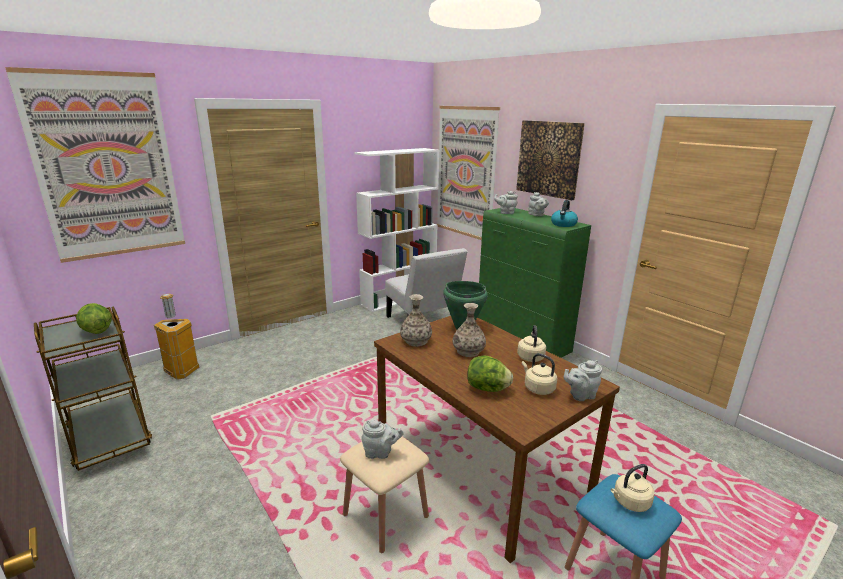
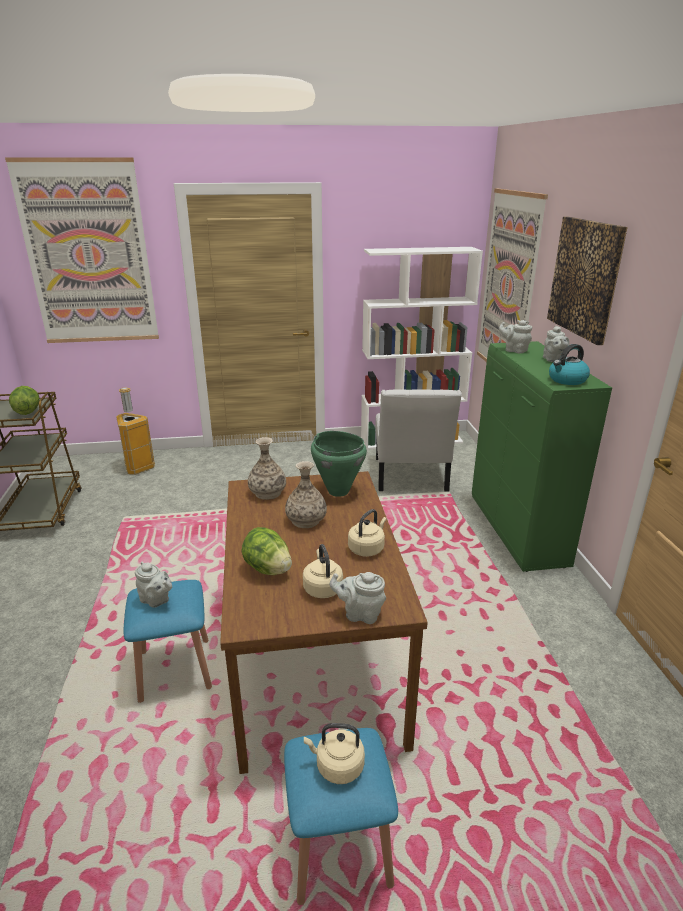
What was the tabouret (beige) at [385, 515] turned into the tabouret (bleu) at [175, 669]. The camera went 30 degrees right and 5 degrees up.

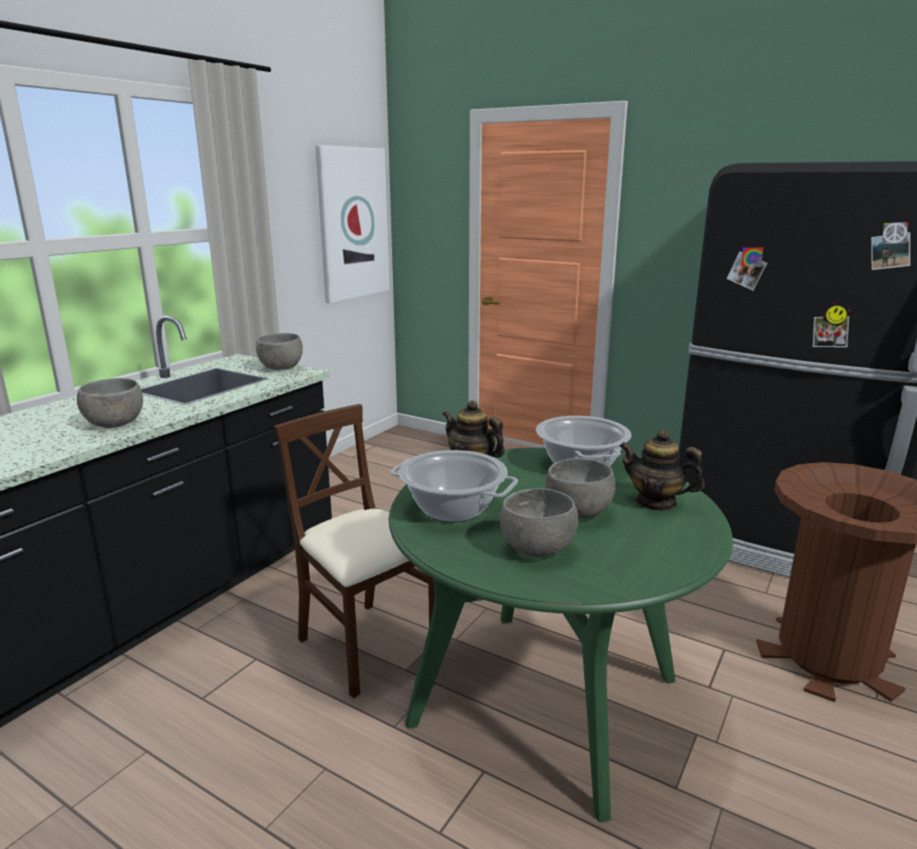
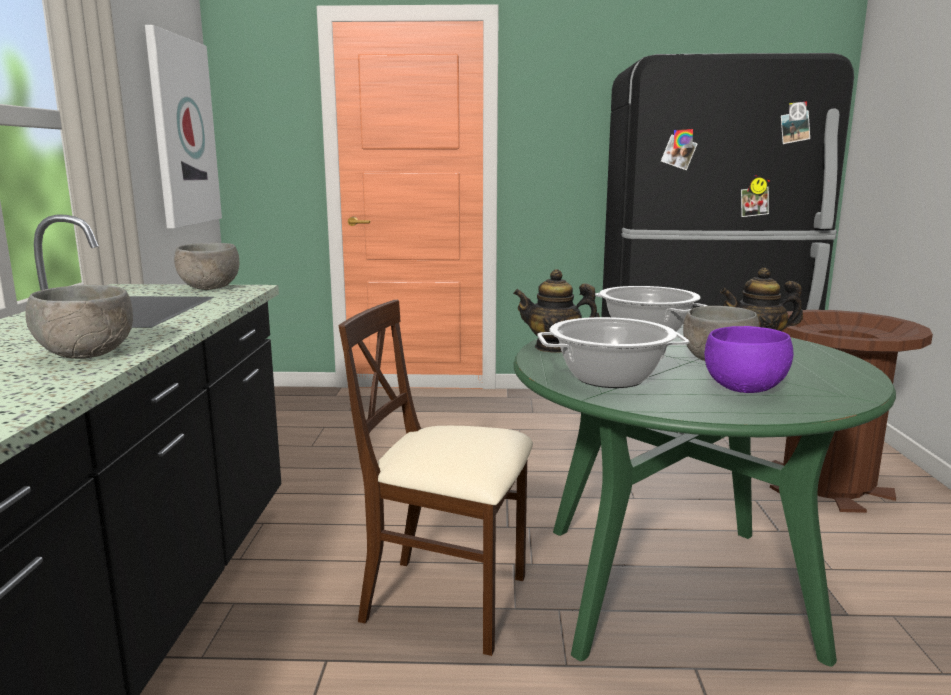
What was the bol (gris) at [537, 549] turned into the bol (violet) at [743, 389]. The camera went 30 degrees left and 5 degrees down.

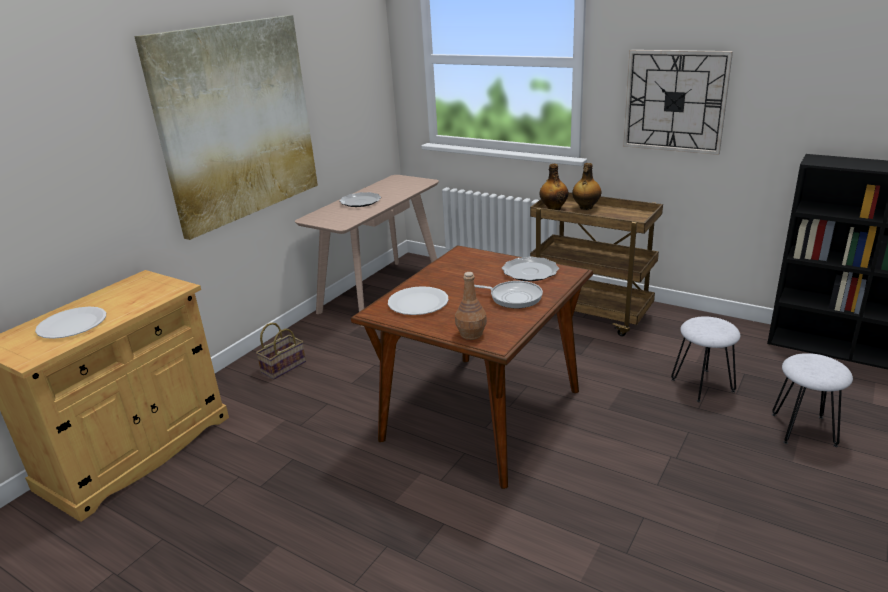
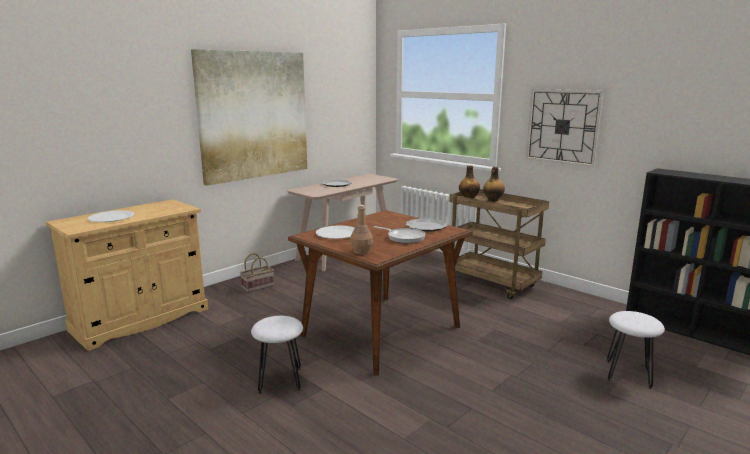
The tabouret (blanc) ended up elsewhere, having gone from [702, 385] to [279, 380]. The camera went 10 degrees right and 10 degrees down.

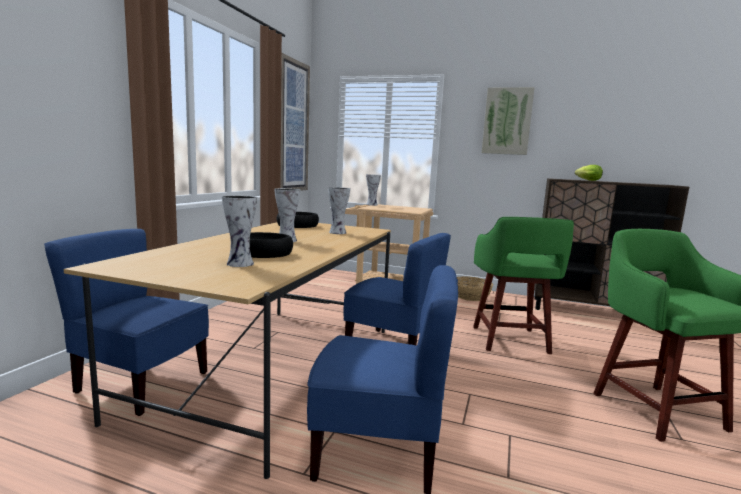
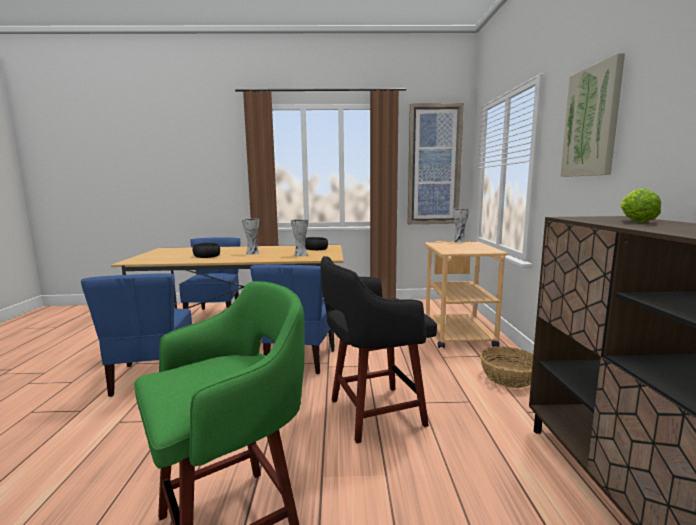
The second view lost the vase at [241, 264]. What was the tabouret (vert) at [510, 341] turned into the tabouret (noir) at [373, 413]. The camera went 70 degrees right and 0 degrees up.

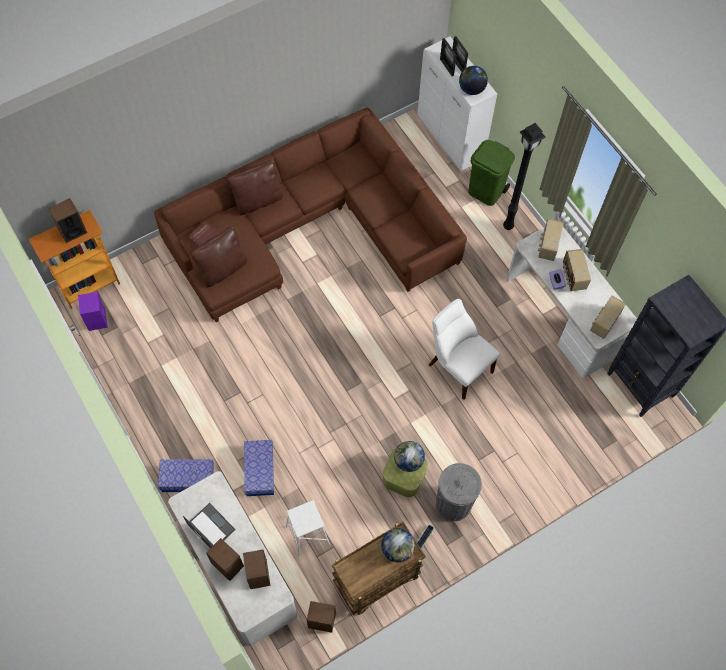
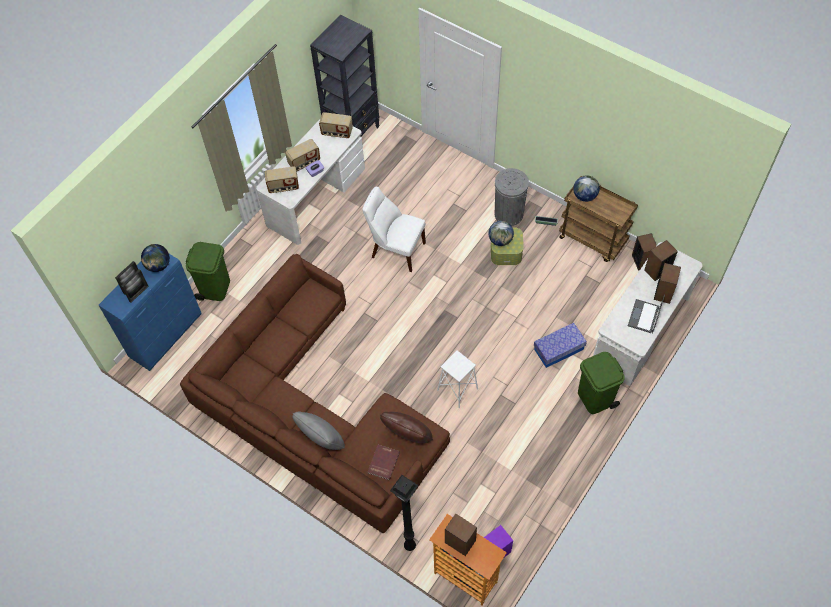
The tabouret (blanc) ended up elsewhere, having gone from [307, 535] to [457, 389]. The lampadaire (noir) ended up elsewhere, having gone from [508, 225] to [408, 546]. Where the boîte de rangement stood at [188, 479], the poubelle (vert) came to stand at [595, 398]. What was the coussin (marron) at [258, 200] turned into the coussin (gris) at [321, 440]. What was the meuble de rangement (blanc) at [450, 139] turned into the meuble de rangement (bleu) at [166, 335]. The chaise (blanc) at [458, 366] ended up facing another way, 90 degrees clockwise from before. The camera went 110 degrees left and 5 degrees down.

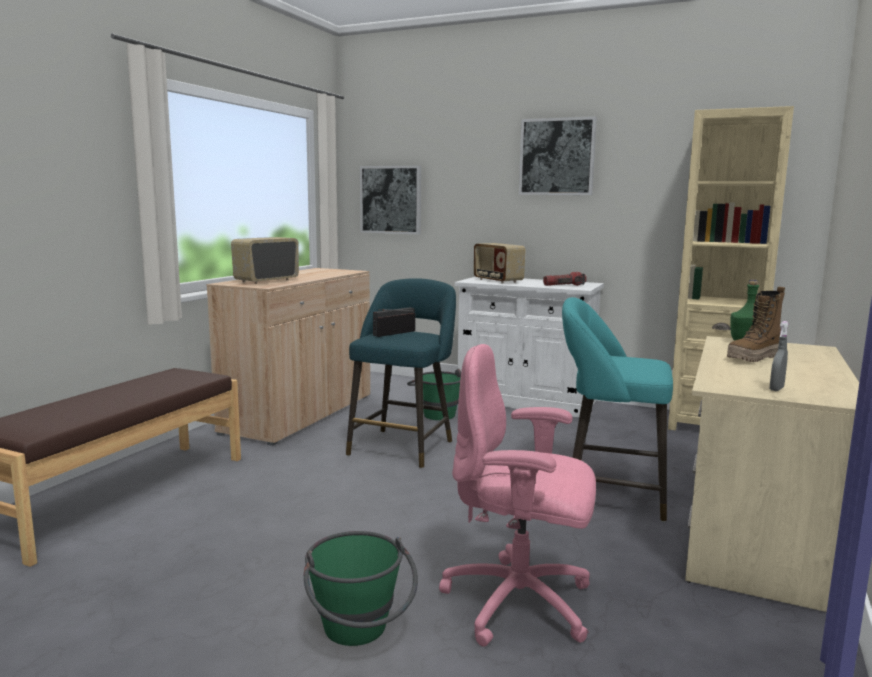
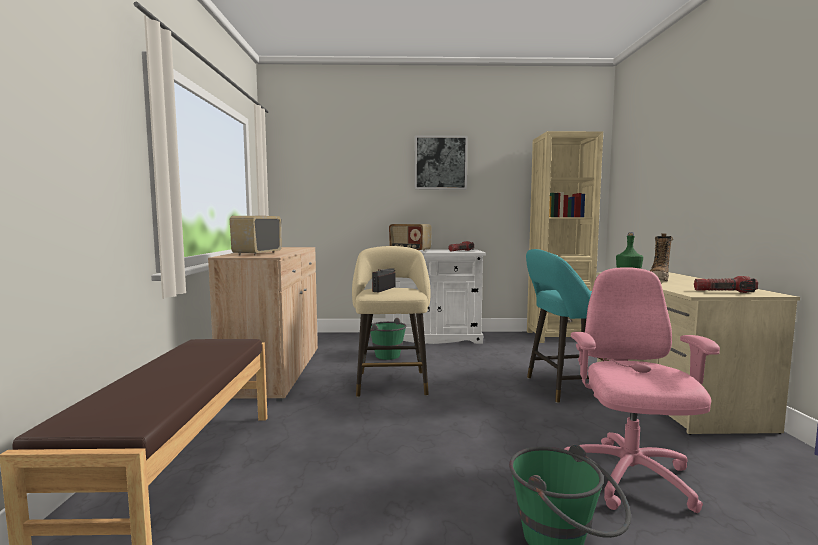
The second view lost the tableau at [391, 199]. Where the vaporisateur (gris) stood at [776, 389], the lampe de poche came to stand at [724, 292]. What was the tabouret (turquoise) at [403, 446] turned into the tabouret (beige) at [391, 382]. The chaise de bureau (rose) at [520, 603] ended up facing another way, 105 degrees clockwise from before. The camera went 25 degrees left and 5 degrees down.

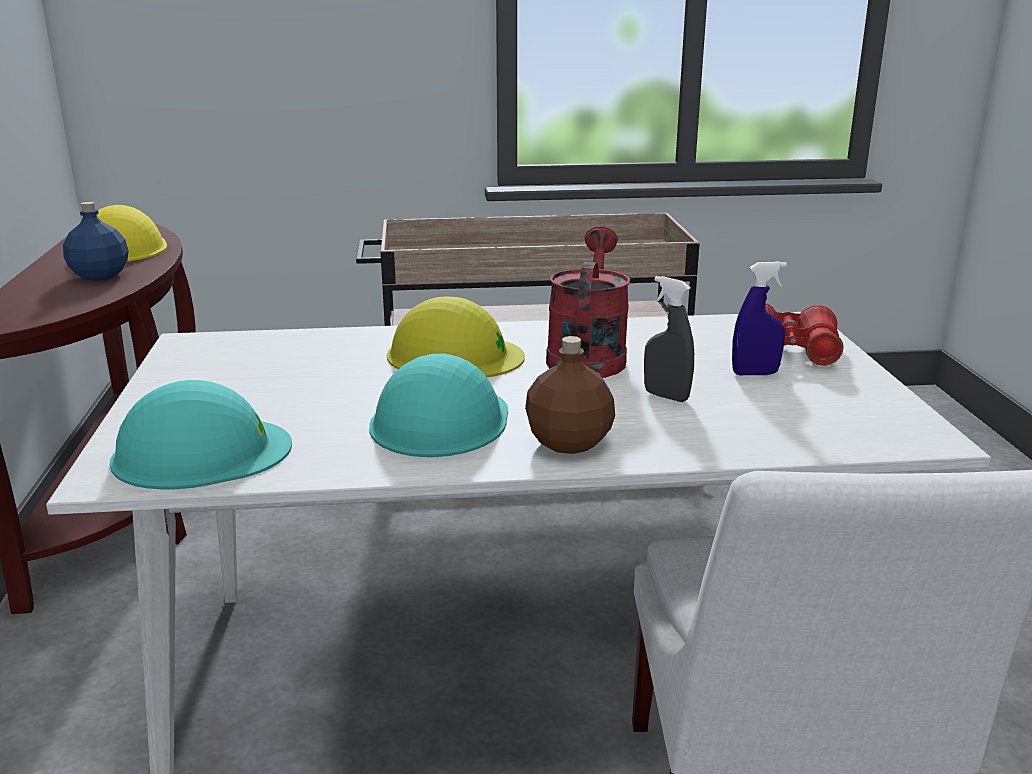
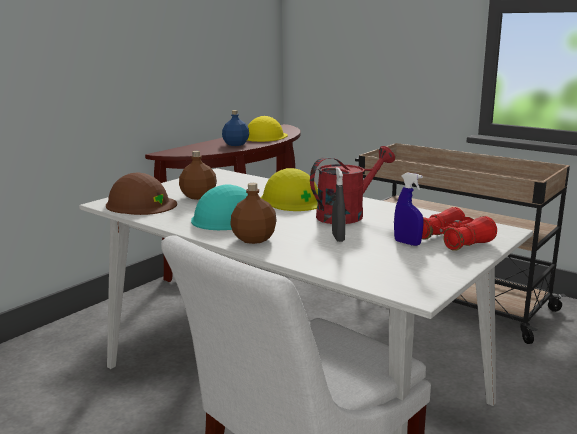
The second view gained the bouteille (marron) at [198, 196]. What was the casque de chantier (turquoise) at [201, 453] turned into the casque de chantier (marron) at [141, 204]. The camera went 45 degrees right and 5 degrees down.

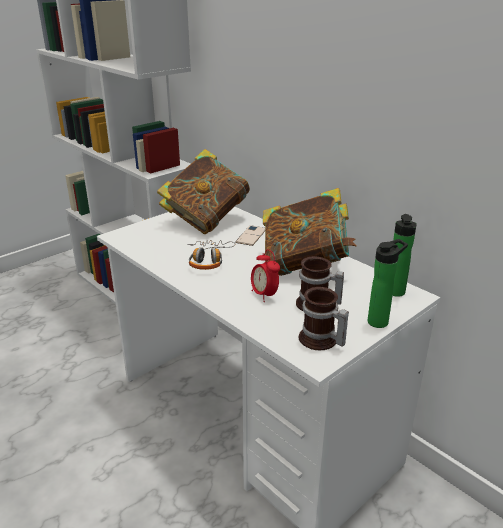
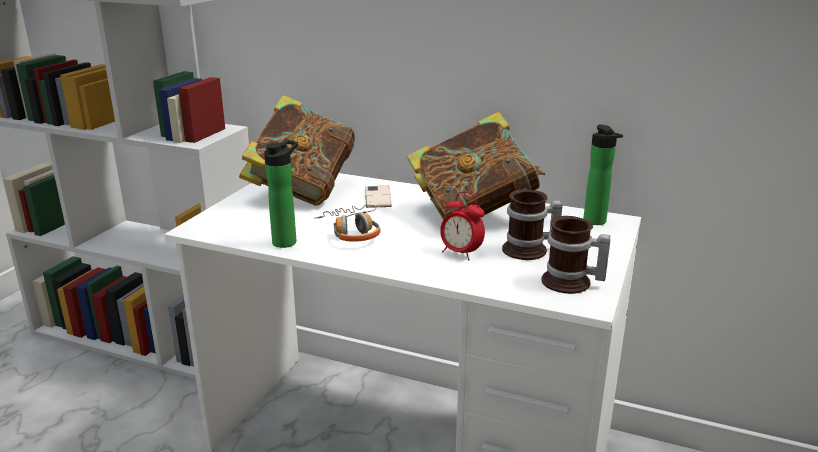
The bouteille ended up elsewhere, having gone from [380, 321] to [287, 241]. The camera went 25 degrees left and 5 degrees down.

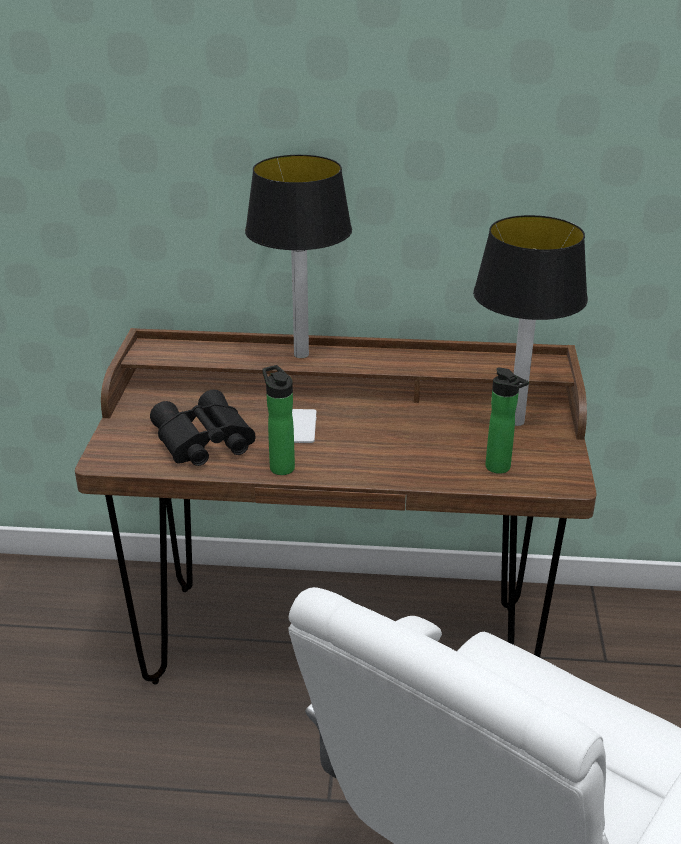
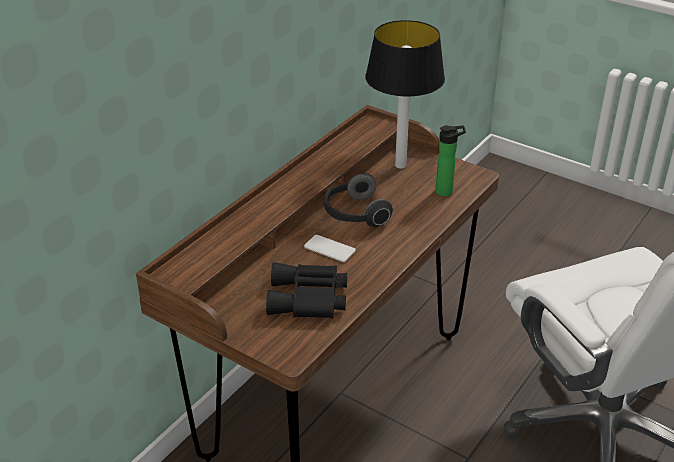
The second view lost the lampe de table at [302, 355]. The second view lost the bouteille at [280, 466]. The second view gained the casque audio at [354, 214]. The camera went 60 degrees left and 5 degrees up.

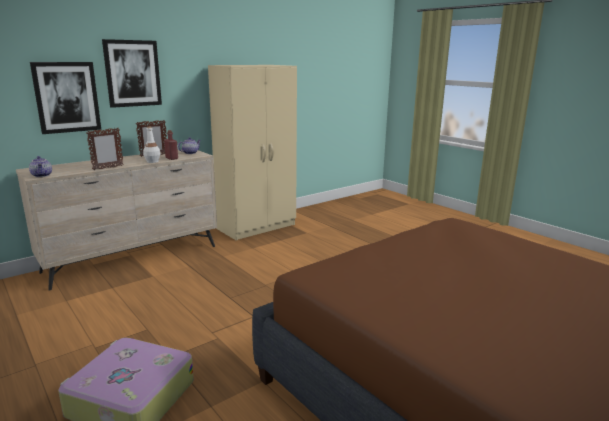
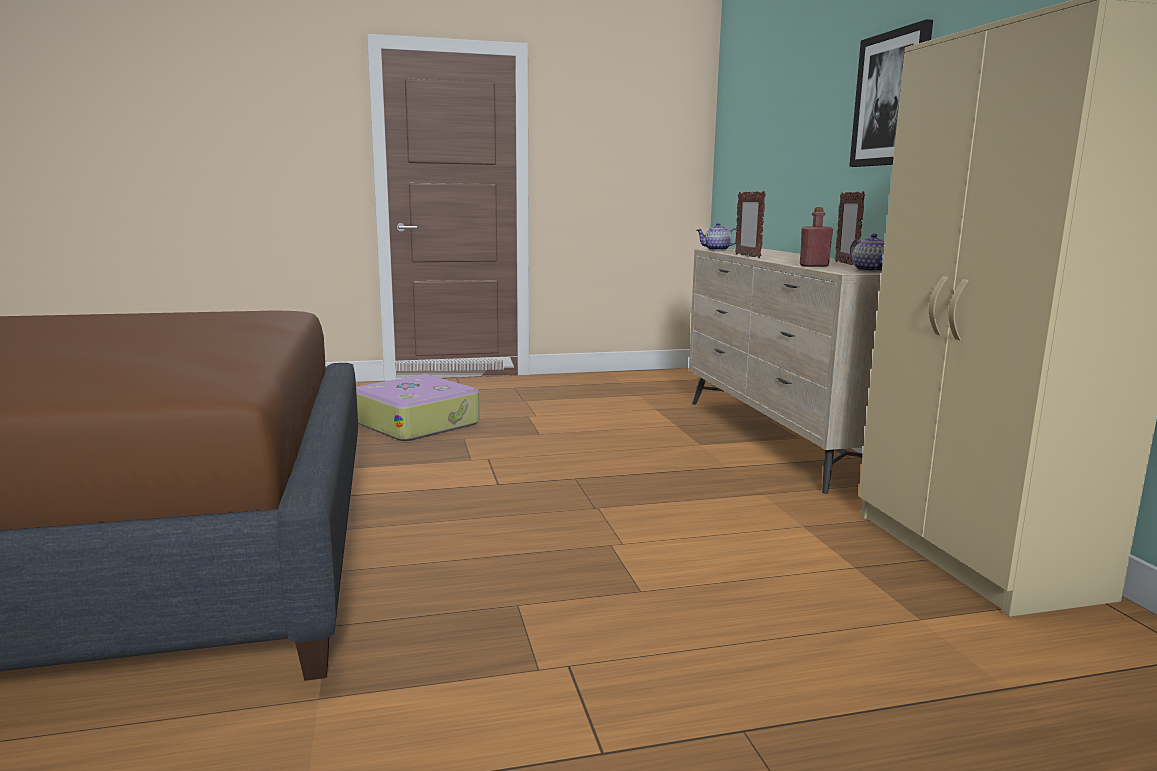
The second view lost the tableau at [67, 97]. The second view lost the bouteille (blanc) at [152, 161]. The camera went 115 degrees right and 5 degrees down.

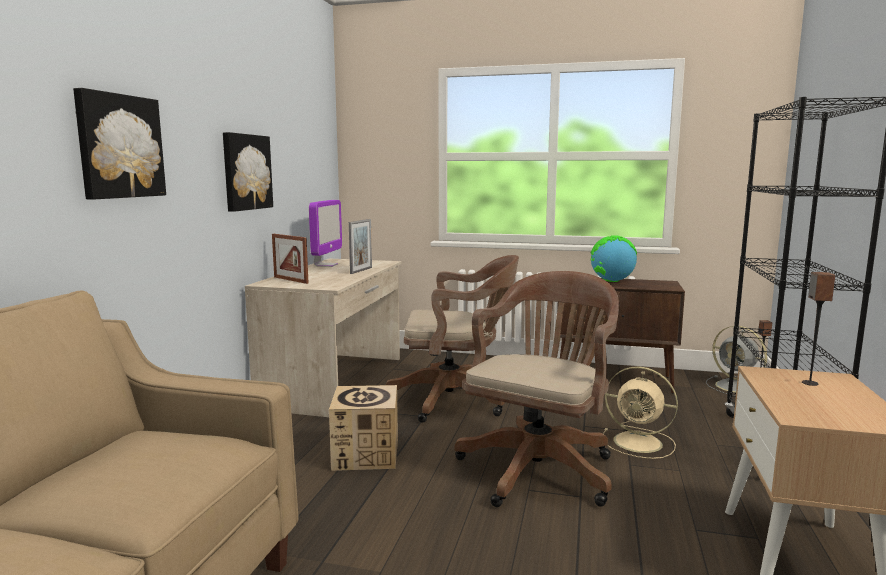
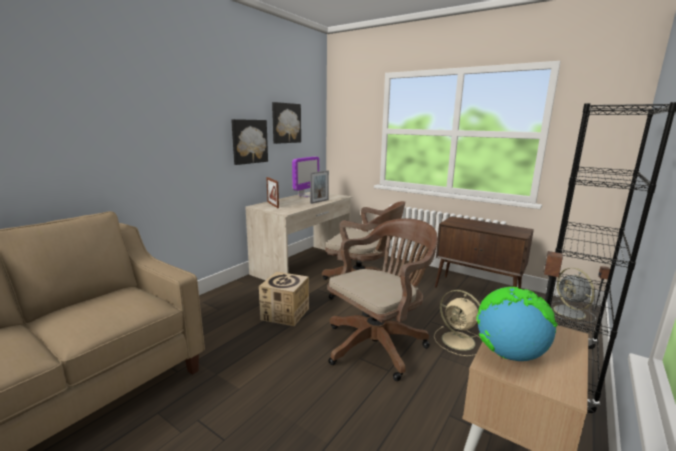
The tableau ended up elsewhere, having gone from [119, 146] to [285, 123]. The globe ended up elsewhere, having gone from [611, 281] to [508, 354]. The camera went 20 degrees right and 5 degrees up.

